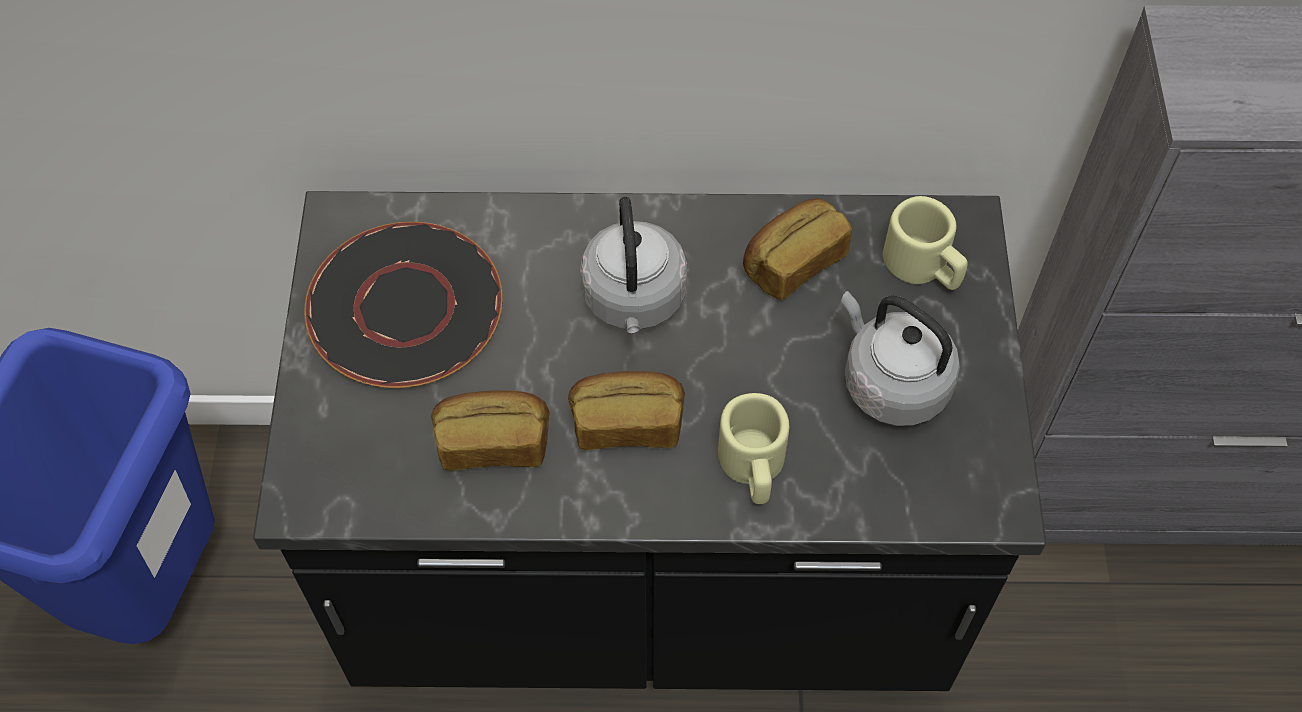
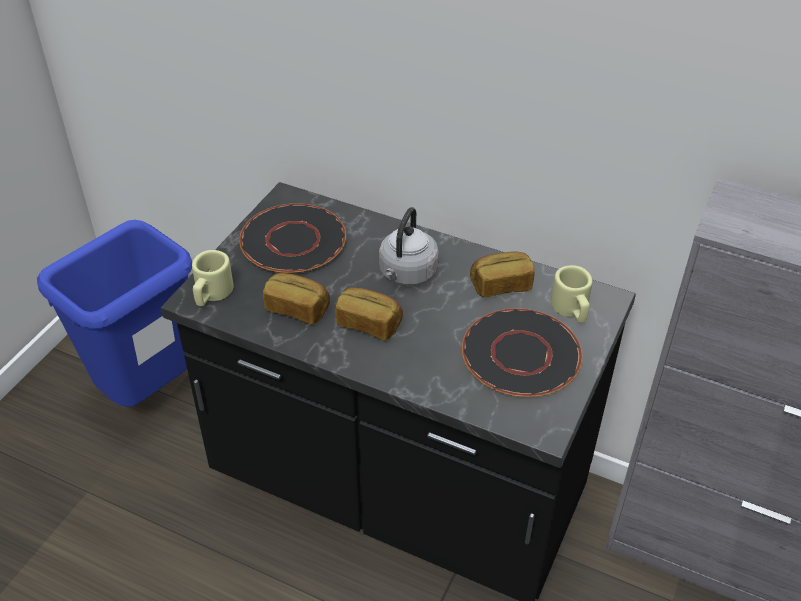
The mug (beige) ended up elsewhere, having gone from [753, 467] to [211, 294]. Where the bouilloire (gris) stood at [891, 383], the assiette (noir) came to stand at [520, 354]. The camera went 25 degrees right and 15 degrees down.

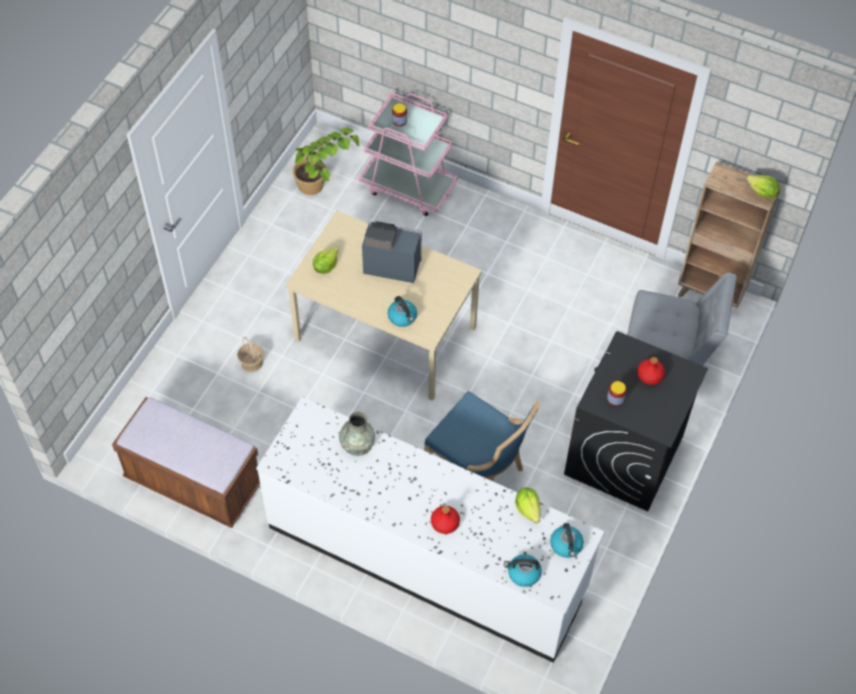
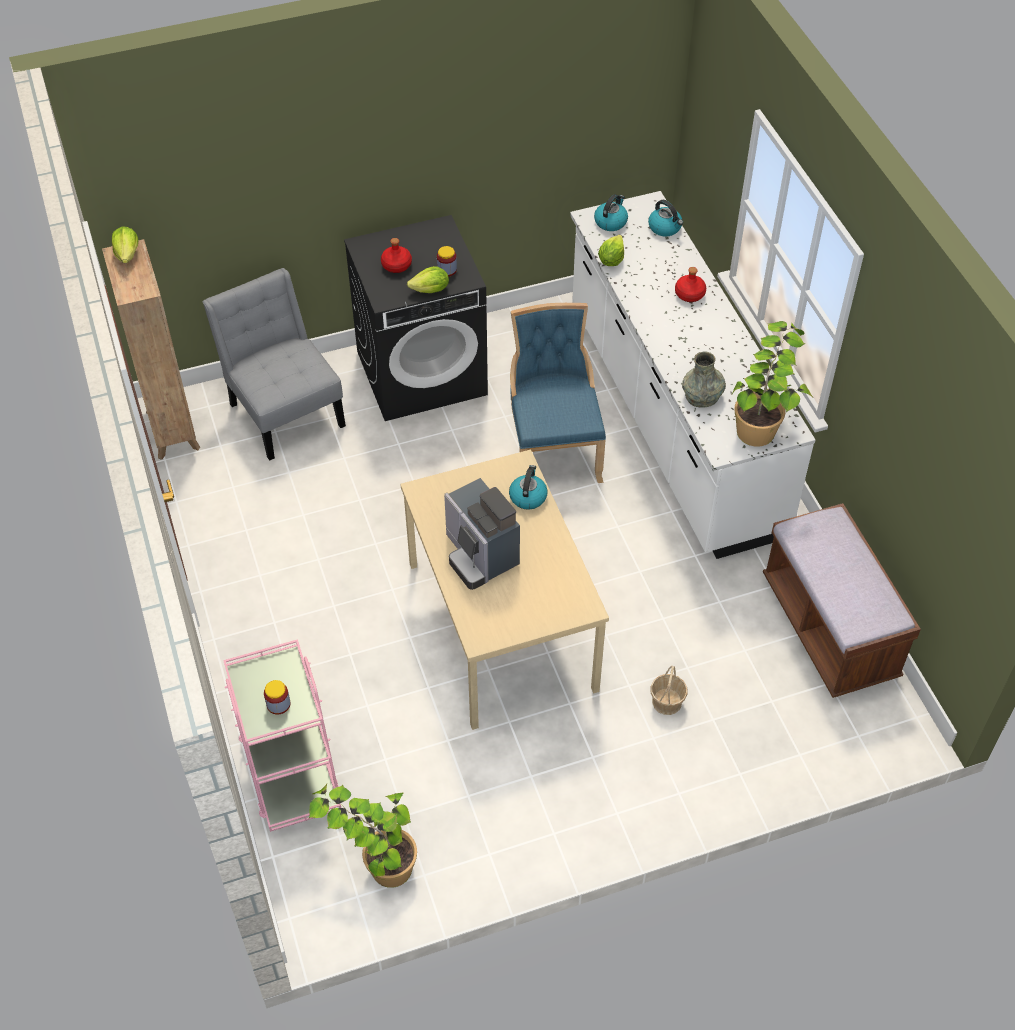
The second view gained the plante en pot at [764, 419]. The laitue ended up elsewhere, having gone from [325, 266] to [431, 290]. The camera went 135 degrees left and 5 degrees down.

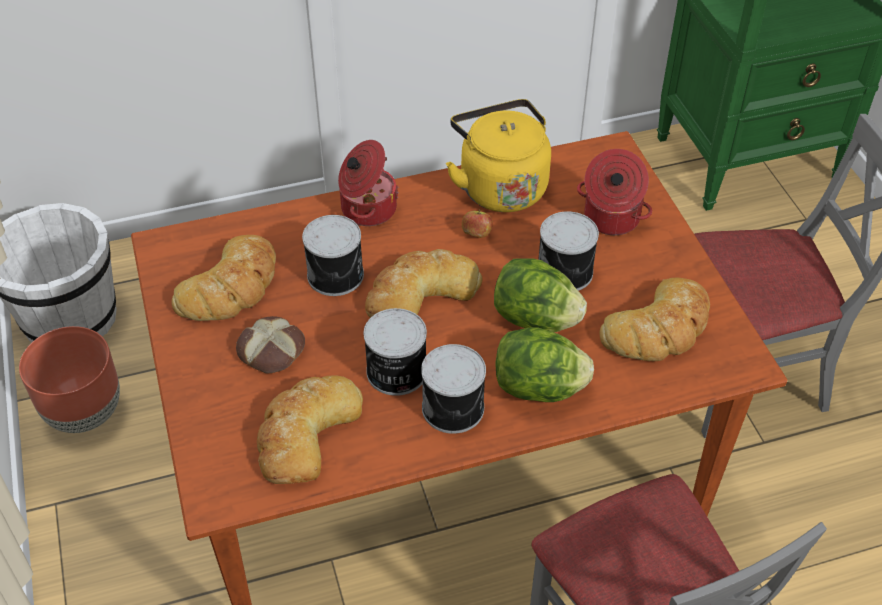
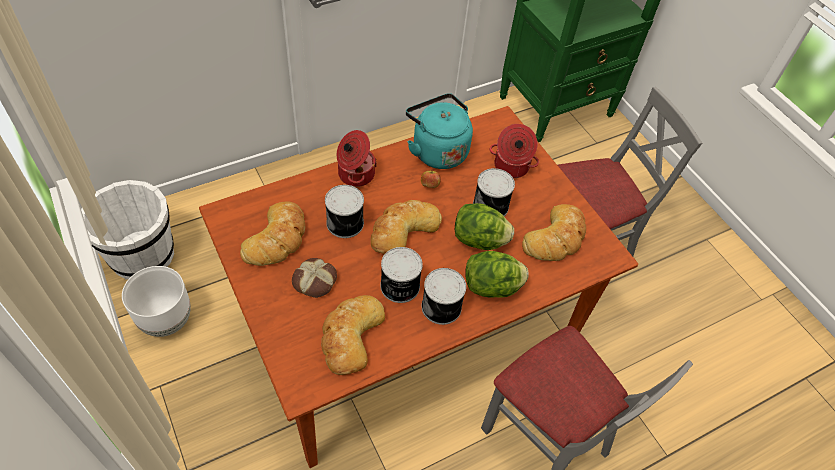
What was the cache-pot (marron) at [83, 412] turned into the cache-pot (blanc) at [166, 320]. What was the bouilloire (jaune) at [500, 186] turned into the bouilloire (turquoise) at [437, 150]. The camera went 15 degrees left and 5 degrees up.

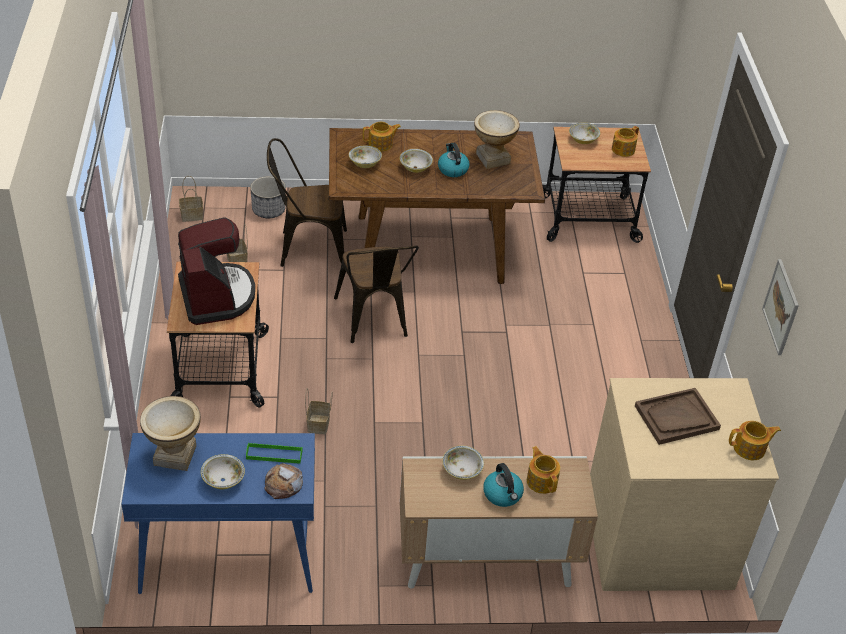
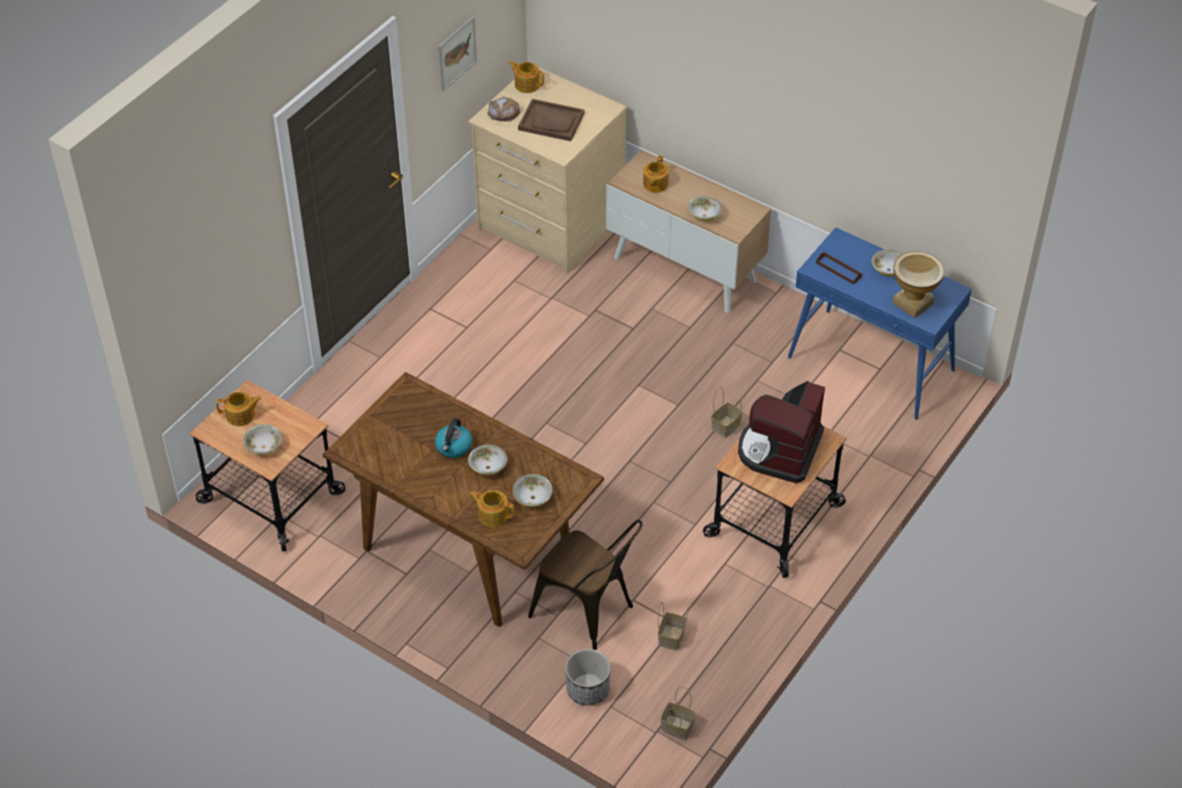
The second view lost the chaise (marron) at [374, 321]. The second view lost the vase at [492, 158]. The second view lost the bouilloire at [503, 494]. The pain ended up elsewhere, having gone from [283, 484] to [504, 112]. What was the plateau (vert) at [274, 454] turned into the plateau (marron) at [838, 269]. The camera went 140 degrees left and 5 degrees up.

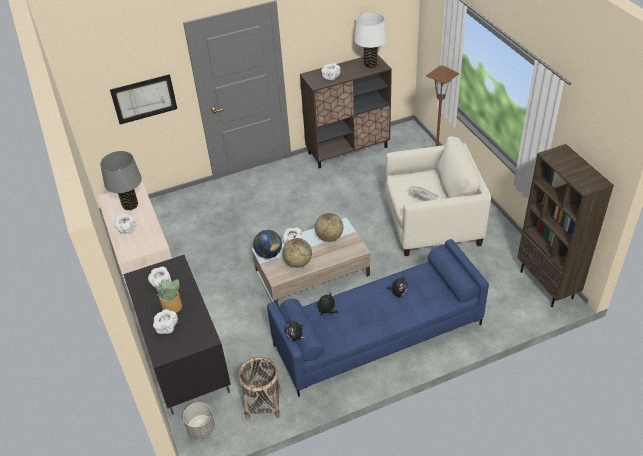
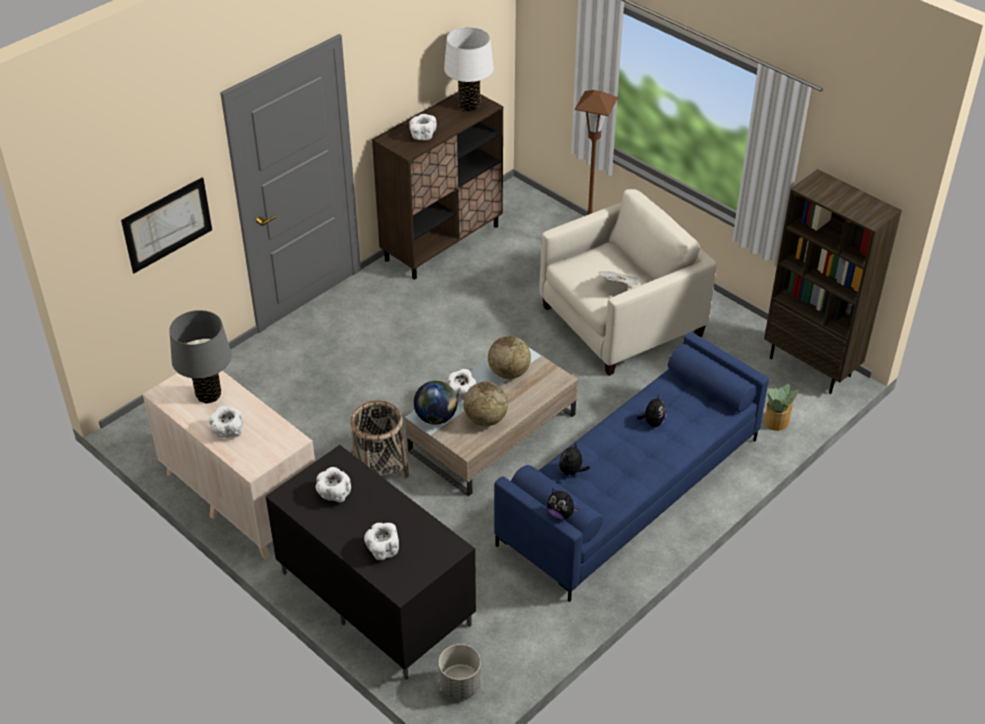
The plante en pot ended up elsewhere, having gone from [172, 307] to [777, 422]. The panier ended up elsewhere, having gone from [263, 403] to [380, 468]. The camera went 25 degrees left and 0 degrees up.

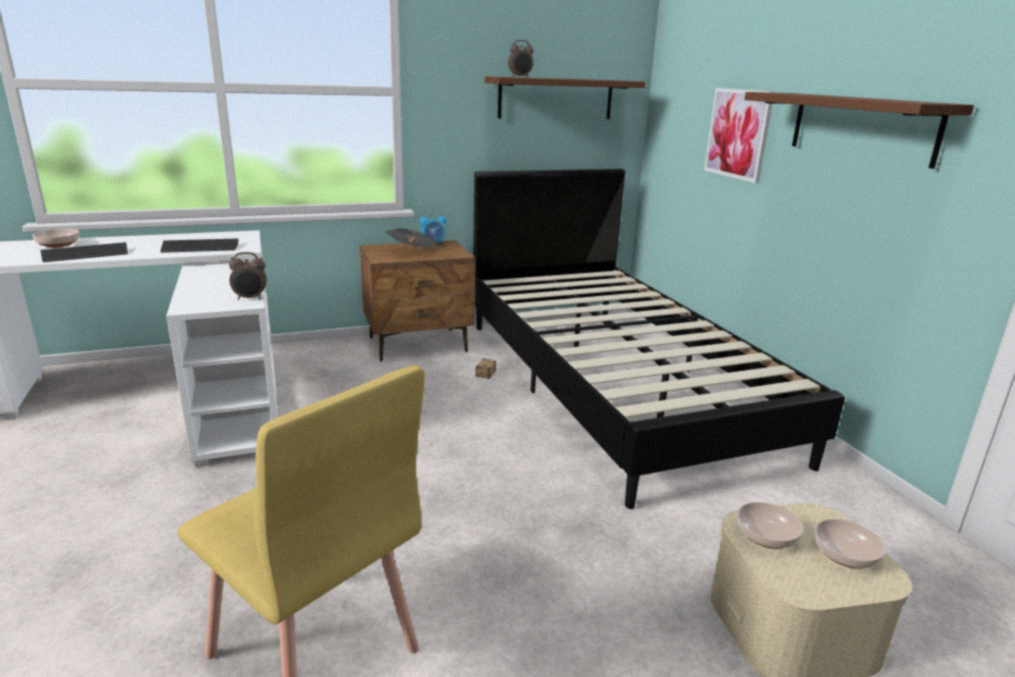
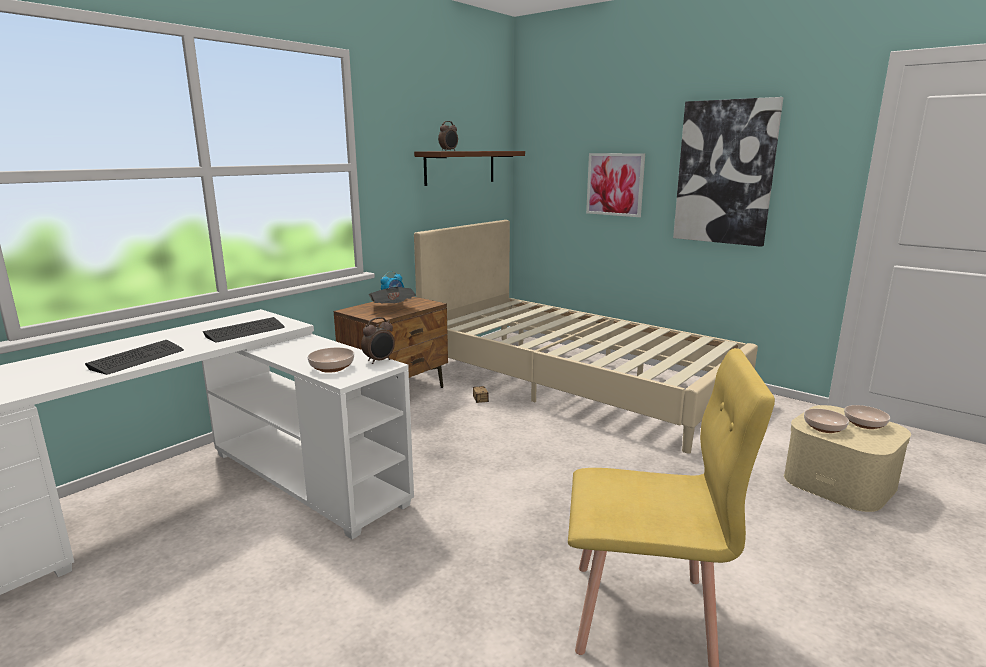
The bol ended up elsewhere, having gone from [57, 245] to [331, 368]. Where the étagère (marron) hung at [862, 127], the tableau came to hang at [725, 173]. What was the lit (noir) at [613, 384] turned into the lit (beige) at [573, 382]. The camera went 30 degrees left and 5 degrees down.

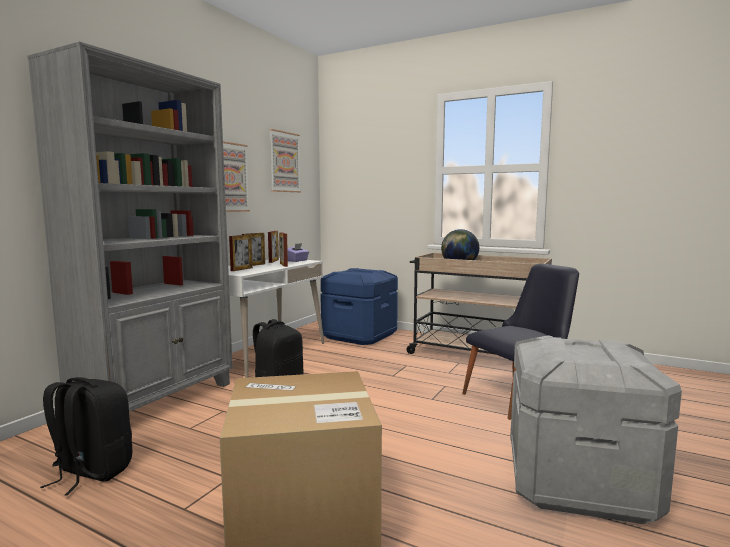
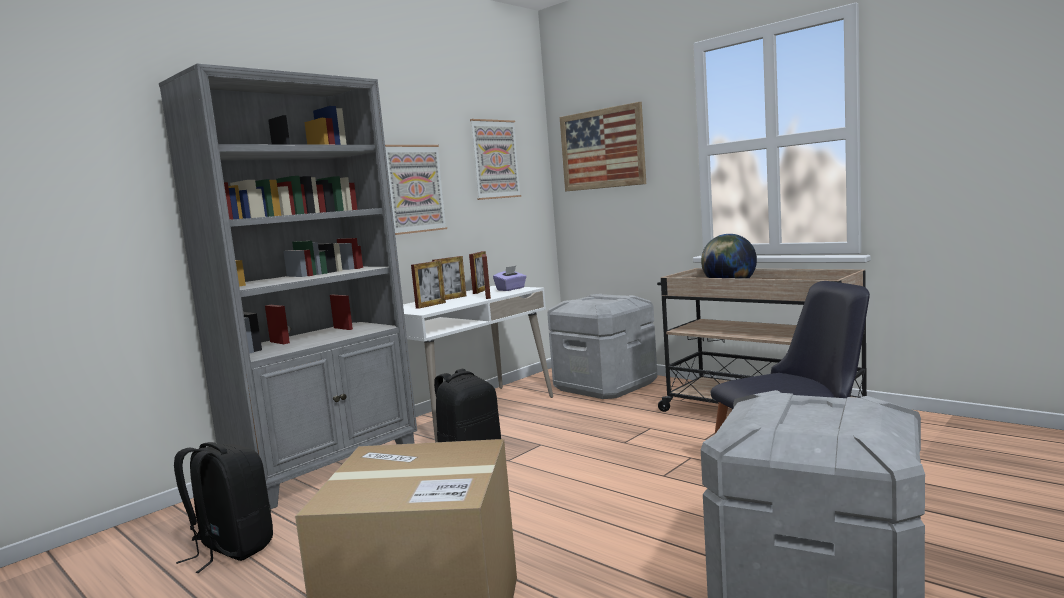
The second view gained the tableau at [602, 149]. What was the boîte de rangement (bleu) at [360, 336] turned into the boîte de rangement (gris) at [605, 386]. The camera went 15 degrees right and 0 degrees up.

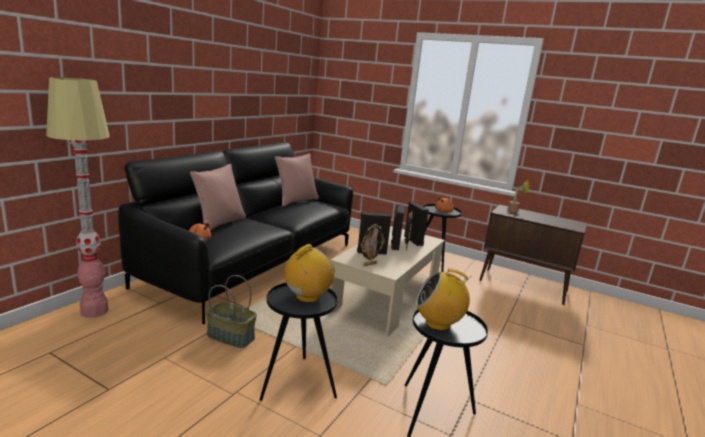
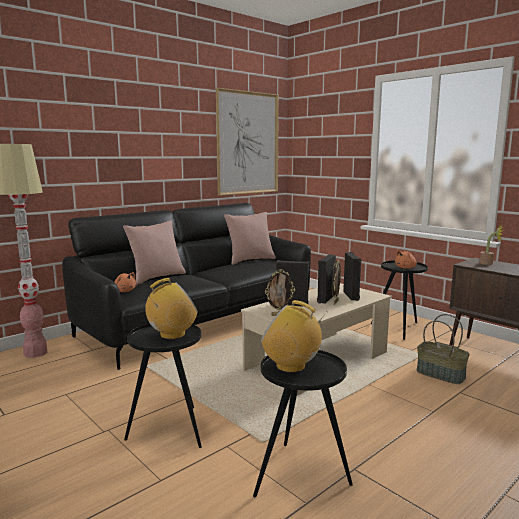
The second view gained the tableau at [248, 143]. The panier ended up elsewhere, having gone from [231, 336] to [441, 374]. The camera went 20 degrees right and 5 degrees down.

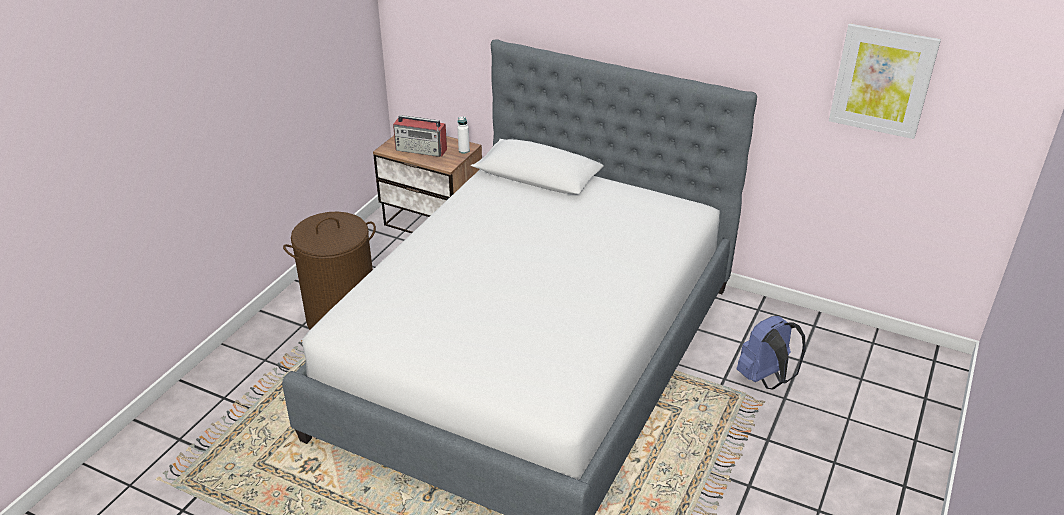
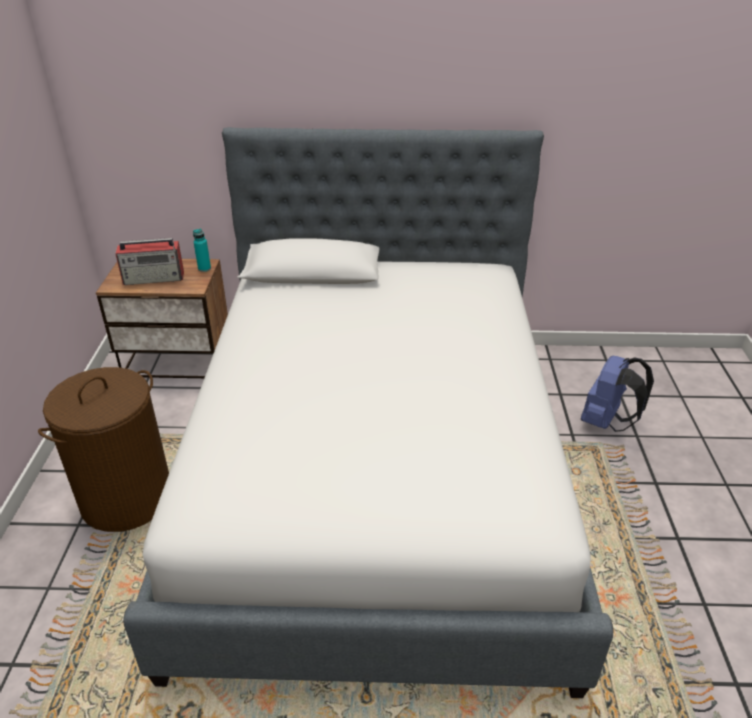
The second view lost the tableau at [882, 81]. What was the bouteille (blanc) at [464, 150] turned into the bouteille (turquoise) at [204, 268]. The camera went 25 degrees left and 0 degrees up.

